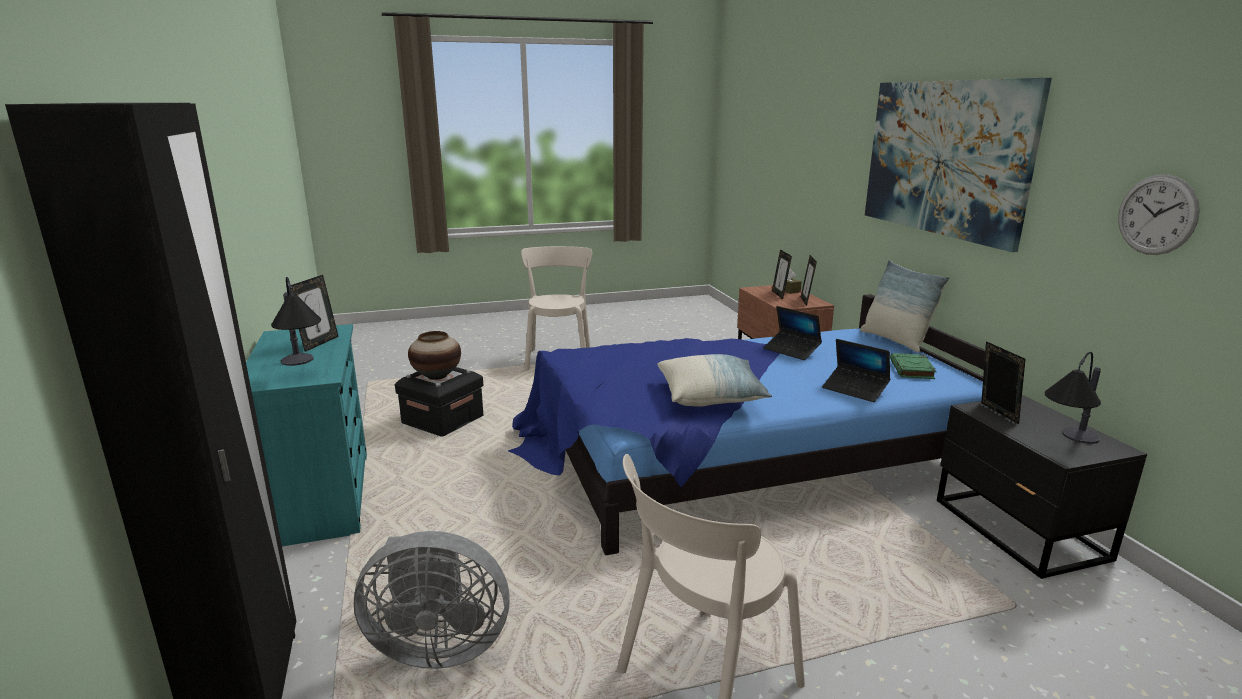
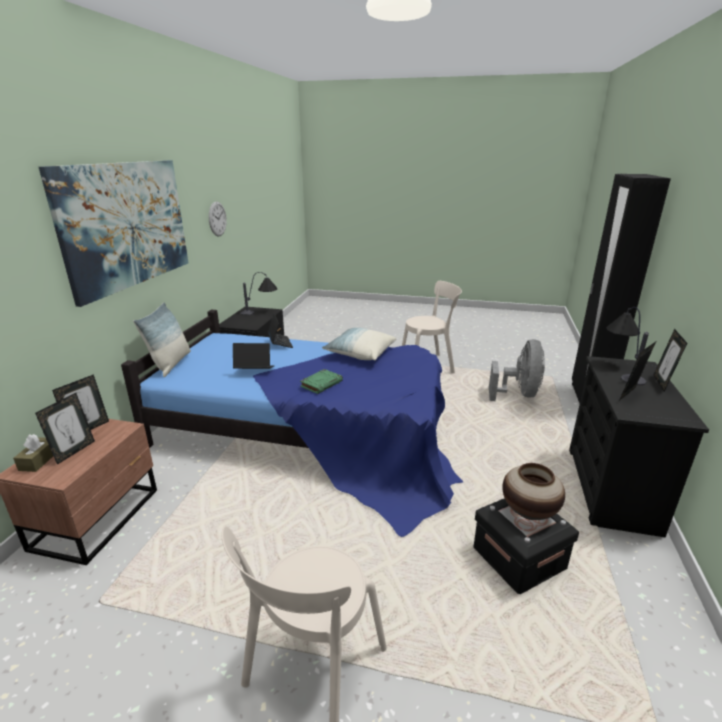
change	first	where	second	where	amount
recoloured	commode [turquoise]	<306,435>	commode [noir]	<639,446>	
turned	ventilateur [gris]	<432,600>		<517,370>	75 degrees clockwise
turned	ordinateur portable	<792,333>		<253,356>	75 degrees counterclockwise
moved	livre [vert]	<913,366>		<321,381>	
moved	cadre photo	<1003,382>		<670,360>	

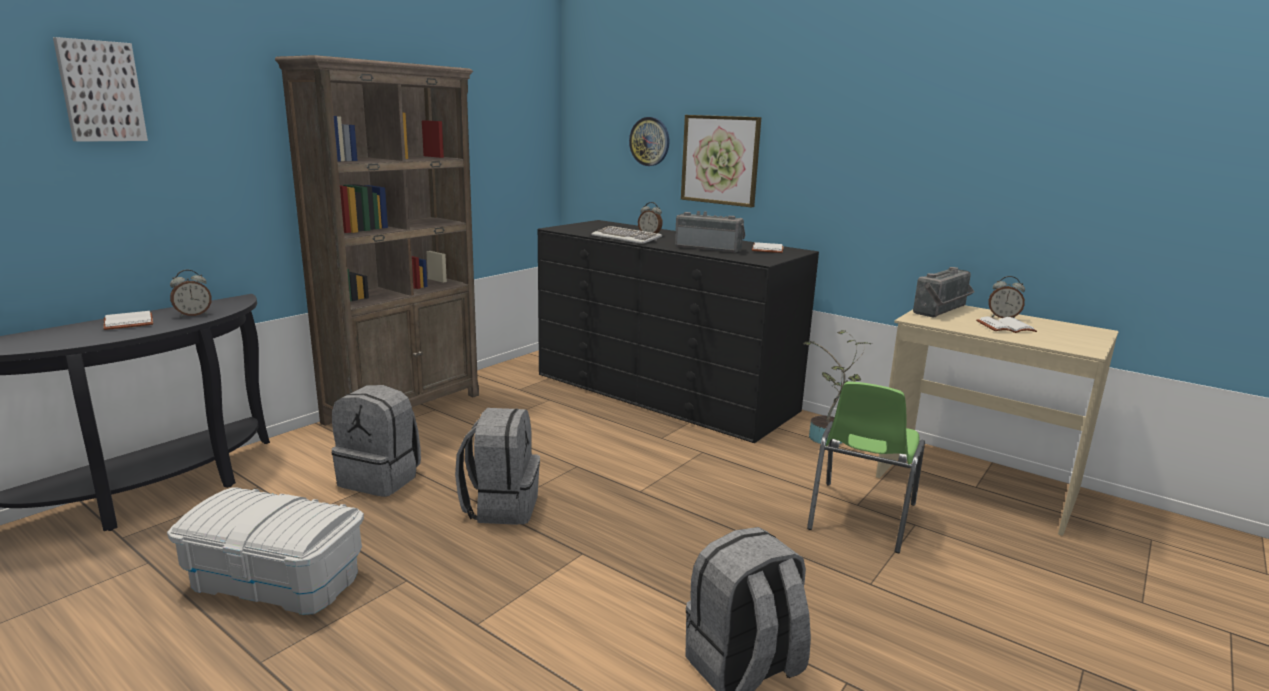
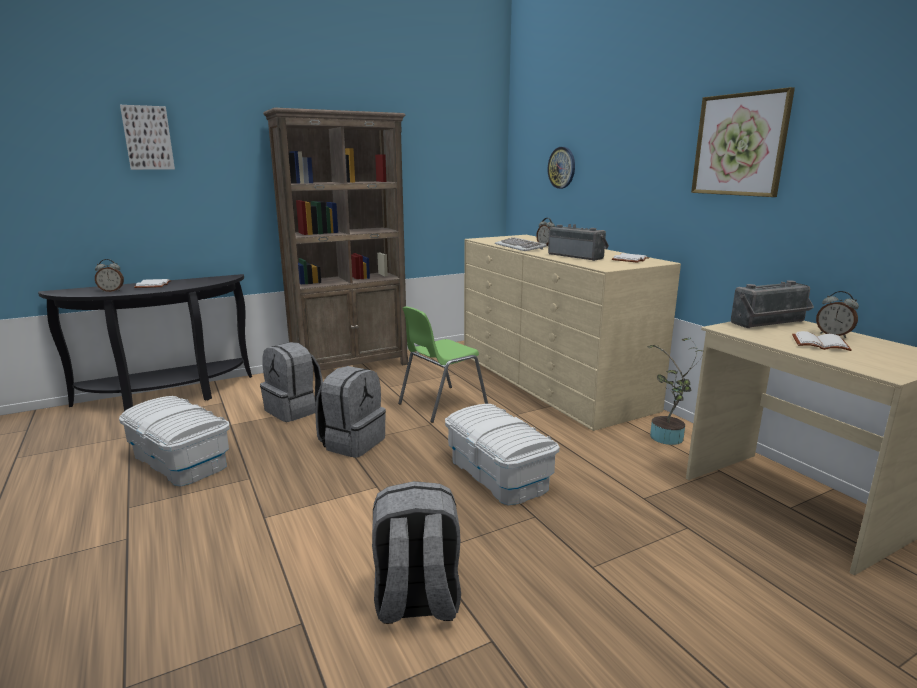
change	first	where	second	where	amount
moved	réveil	<191,293>		<109,275>	
recoloured	commode [noir]	<678,331>	commode [beige]	<572,333>	
moved	tableau	<721,161>		<743,142>	
moved	chaise [vert]	<866,467>		<443,364>	
added			boîte de rangement [blanc]	<502,454>	

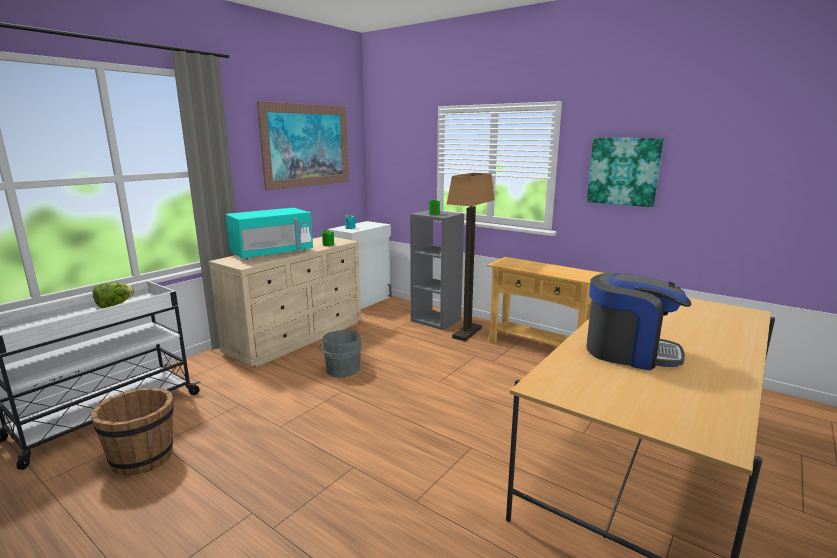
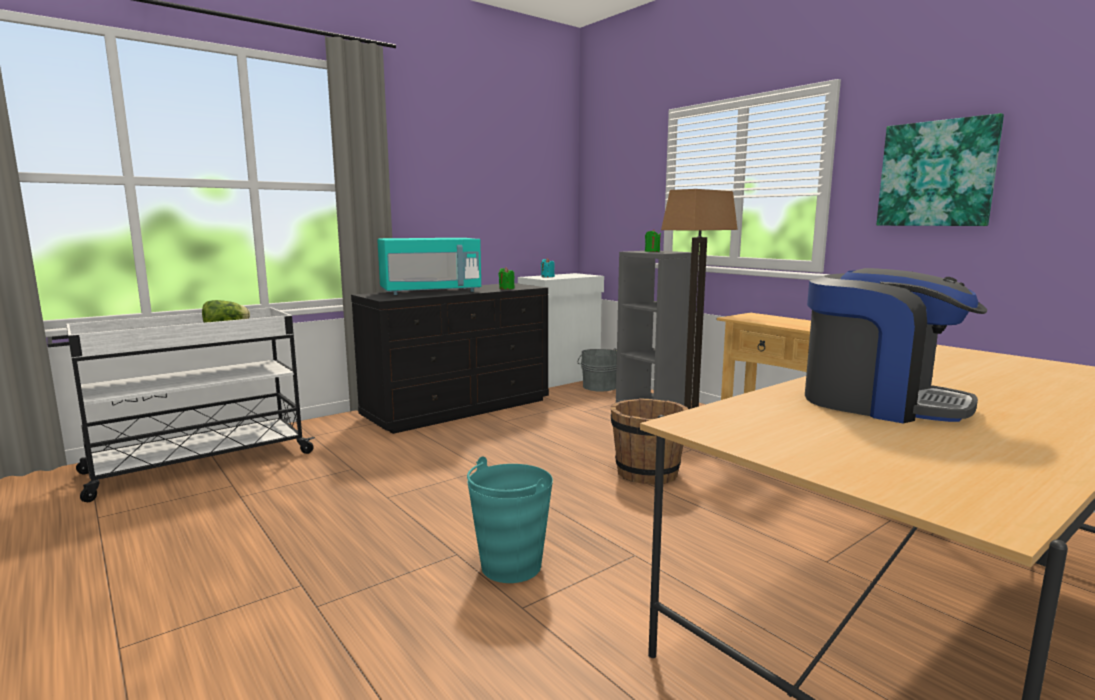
change	first	where	second	where	amount
moved	seau [marron]	<132,432>		<649,441>	
recoloured	commode [beige]	<285,302>	commode [noir]	<450,358>	
removed	tableau	<303,146>			
moved	seau [gris]	<340,354>		<597,369>	
added			seau [turquoise]	<510,519>	

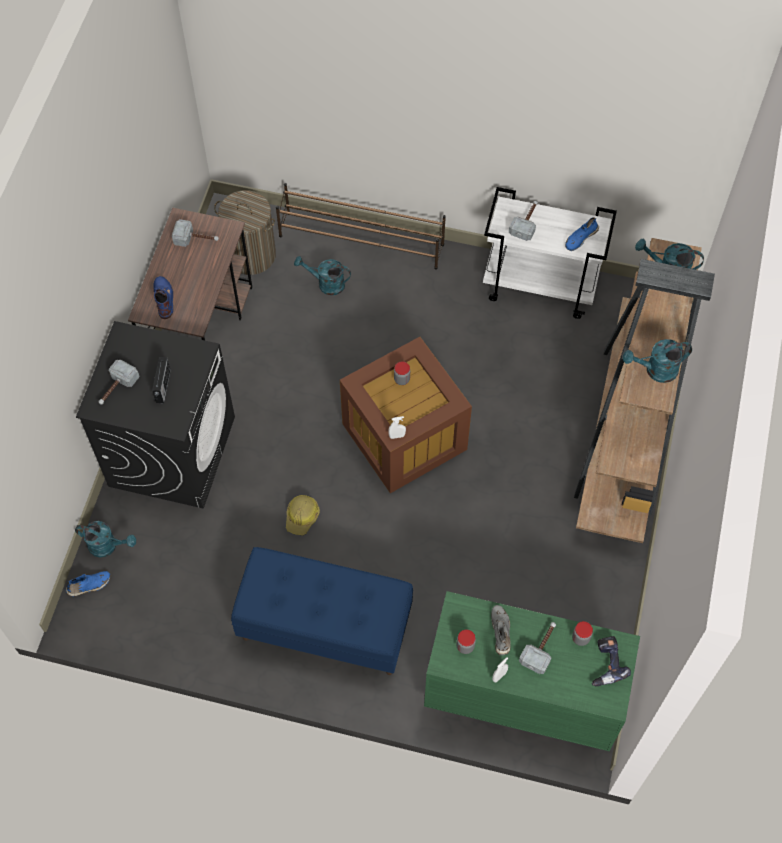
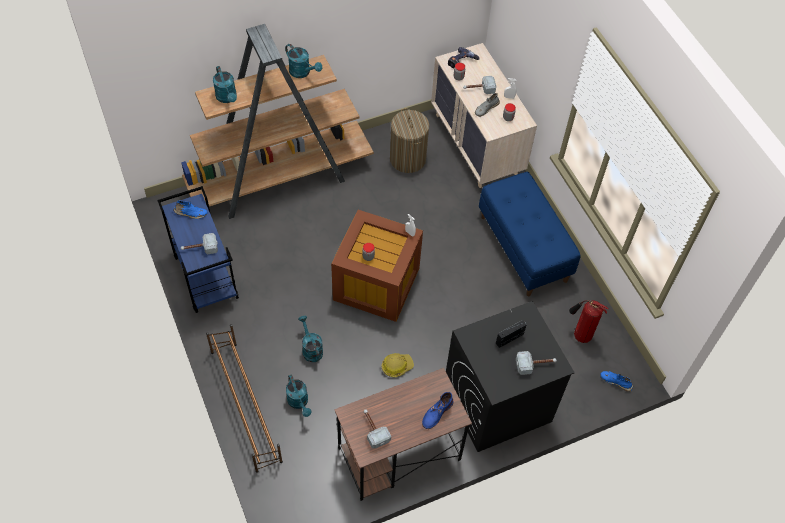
change	first	where	second	where	amount
moved	arrosoir [turquoise]	<105,539>		<310,339>	
moved	panier à linge	<245,232>		<410,140>	
moved	casque de chantier	<303,515>		<397,365>	
recoloured	commode [vert]	<532,671>	commode [beige]	<484,115>	
recoloured	chariot [blanc]	<550,253>	chariot [bleu]	<198,249>	
added			extincteur	<588,321>	

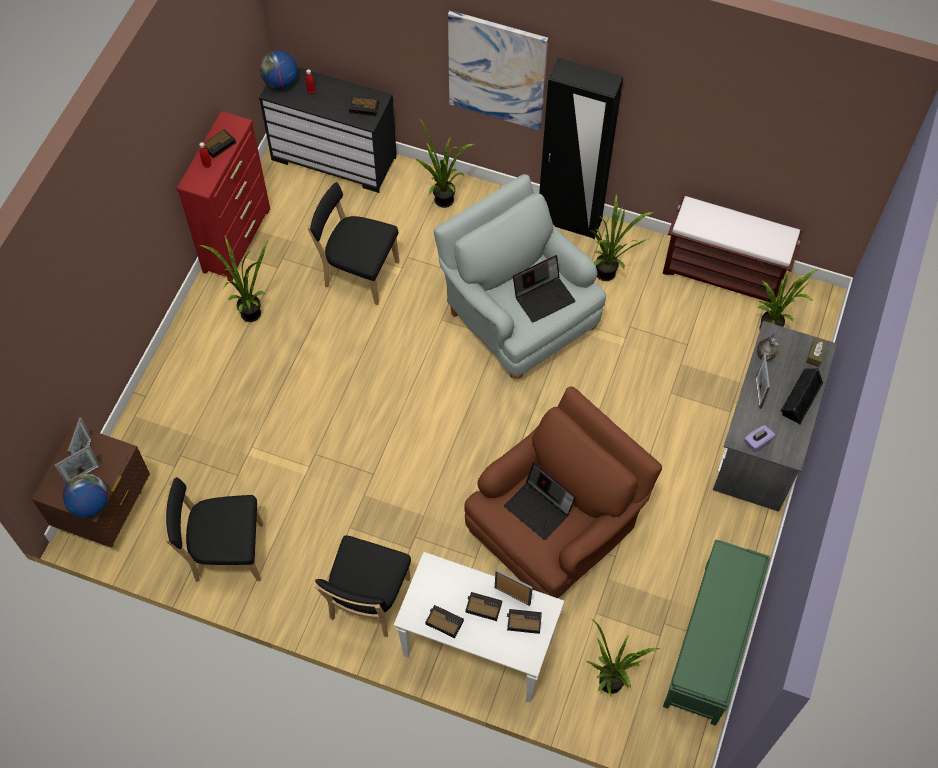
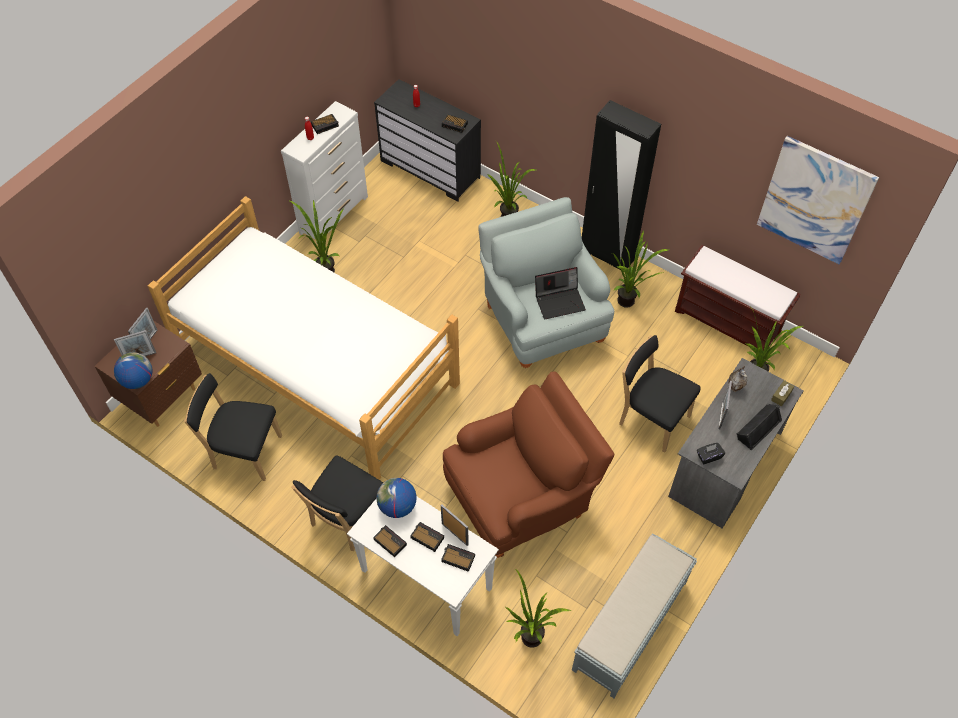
change	first	where	second	where	amount
recoloured	commode [rouge]	<223,196>	commode [blanc]	<324,172>	
moved	globe	<279,70>		<396,498>	
moved	chaise [noir]	<353,243>		<659,394>	
moved	tableau	<498,70>		<818,200>	
removed	ordinateur portable	<540,501>			
recoloured	banc [vert]	<716,632>	banc [gris]	<634,616>	
recoloured	boîte à mouchoirs [violet]	<760,438>	boîte à mouchoirs [noir]	<711,453>	
added			lit	<304,338>	

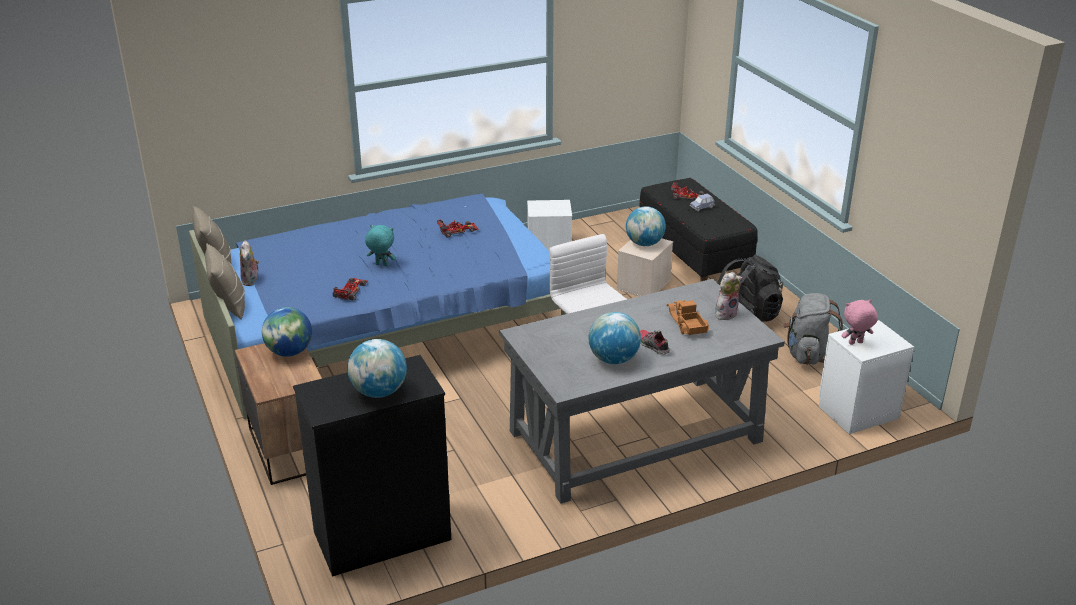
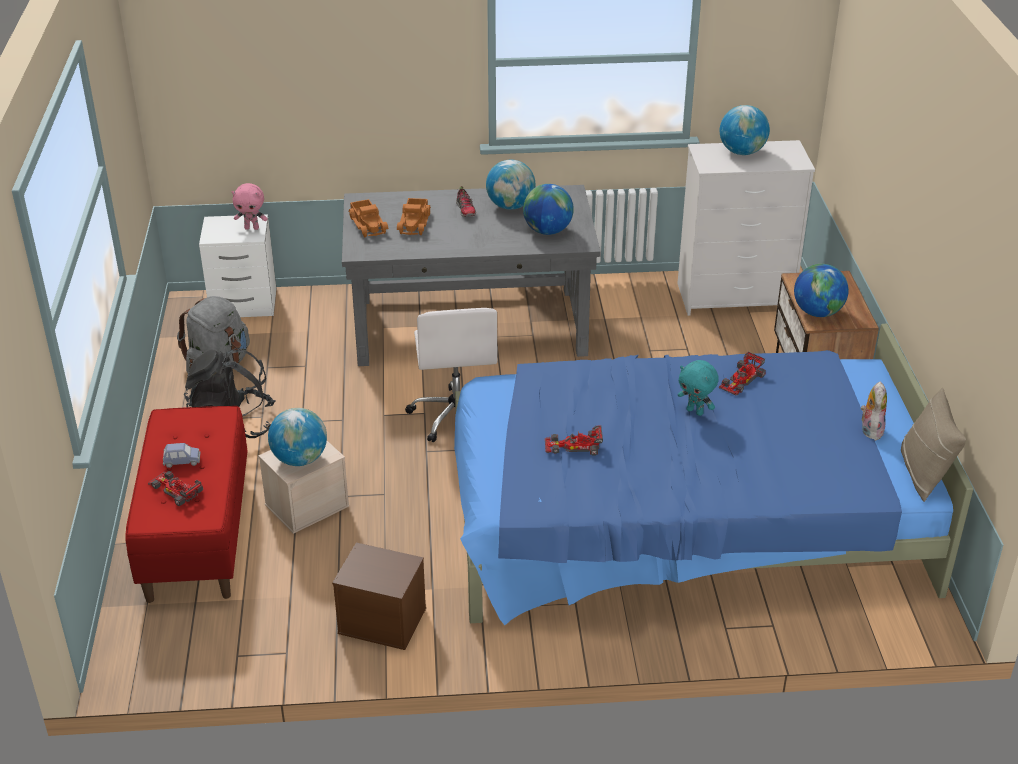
change	first	where	second	where	amount
removed	coussin [beige]	<225,281>			
recoloured	commode [noir]	<372,466>	commode [blanc]	<746,228>	
recoloured	boîte de rangement [blanc]	<549,226>	boîte de rangement [marron]	<379,596>	
recoloured	banc [noir]	<698,230>	banc [rouge]	<186,504>	
replaced	peluche	<728,296>	camion jouet	<368,218>	
added			globe	<548,209>	

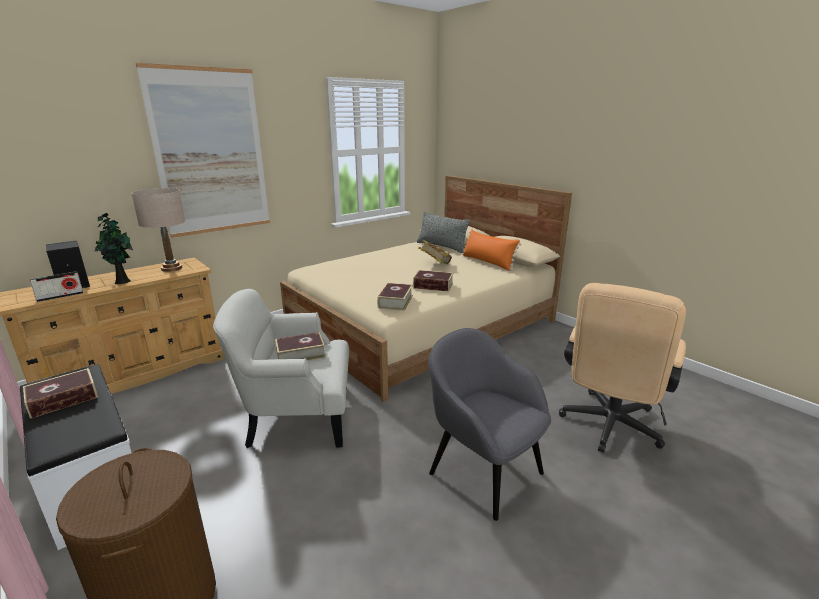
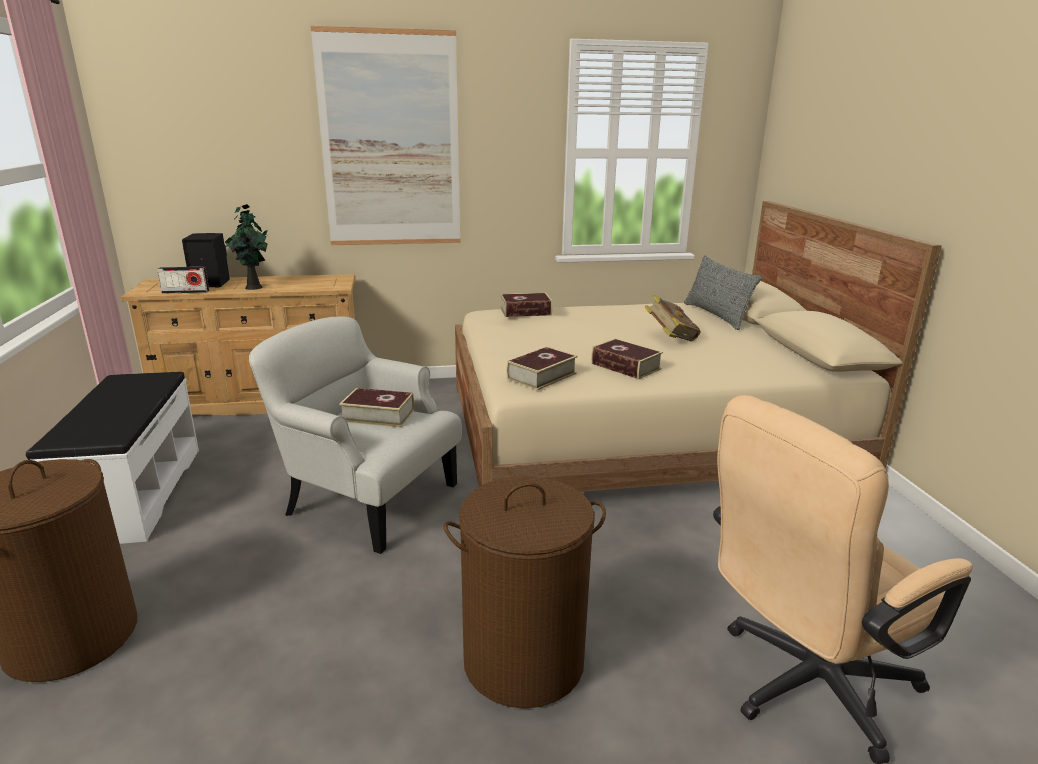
change	first	where	second	where	amount
moved	livre	<60,393>		<526,305>	
removed	lampe de table [beige]	<158,230>			
replaced	fauteuil [gris]	<489,424>	panier à linge [marron]	<525,592>	
removed	coussin [orange]	<491,250>			

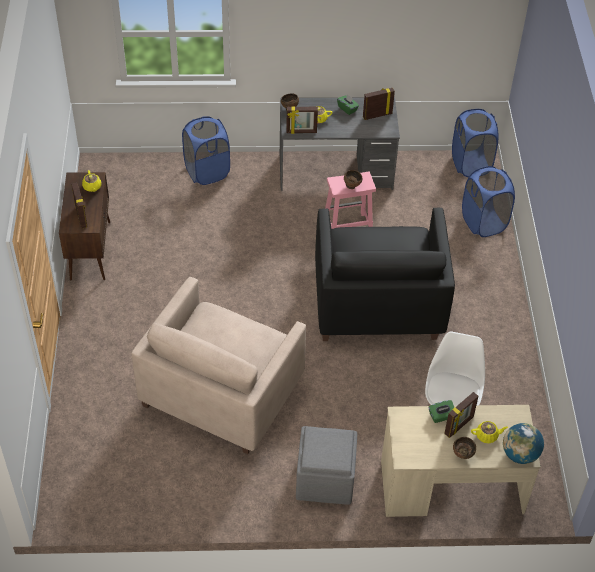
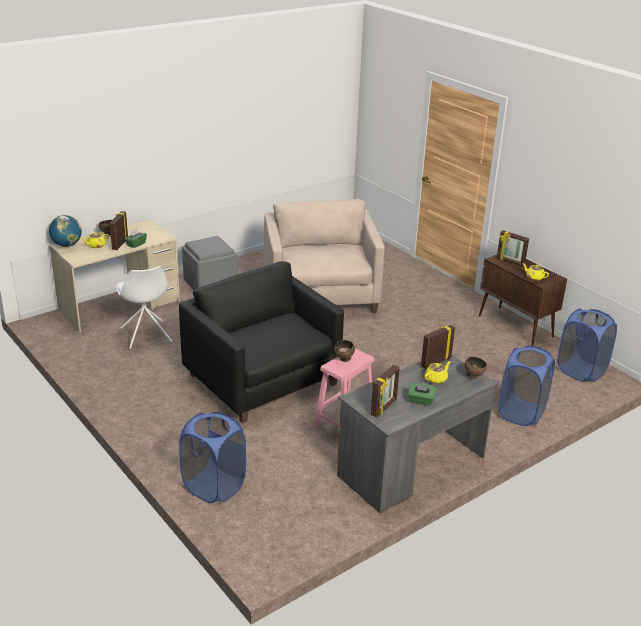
change	first	where	second	where	amount
moved	panier à linge [bleu]	<475,143>		<587,345>	

